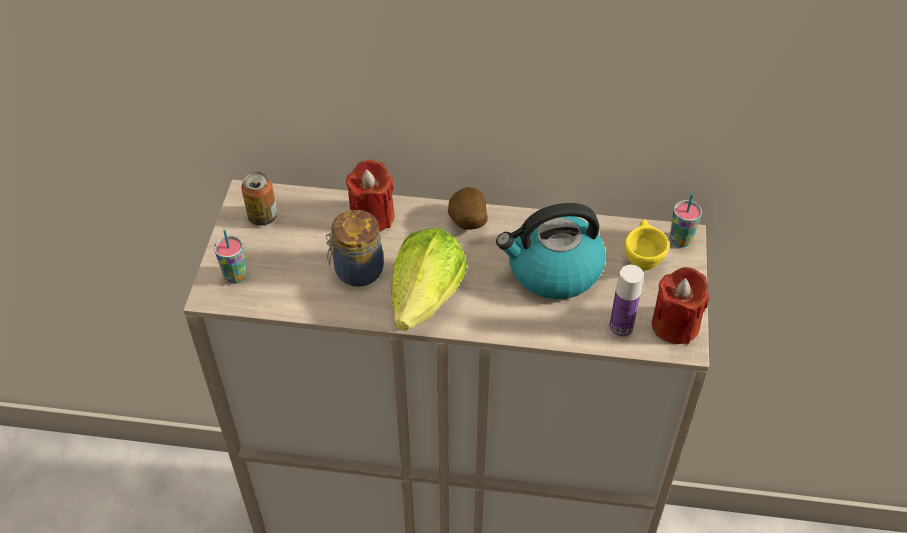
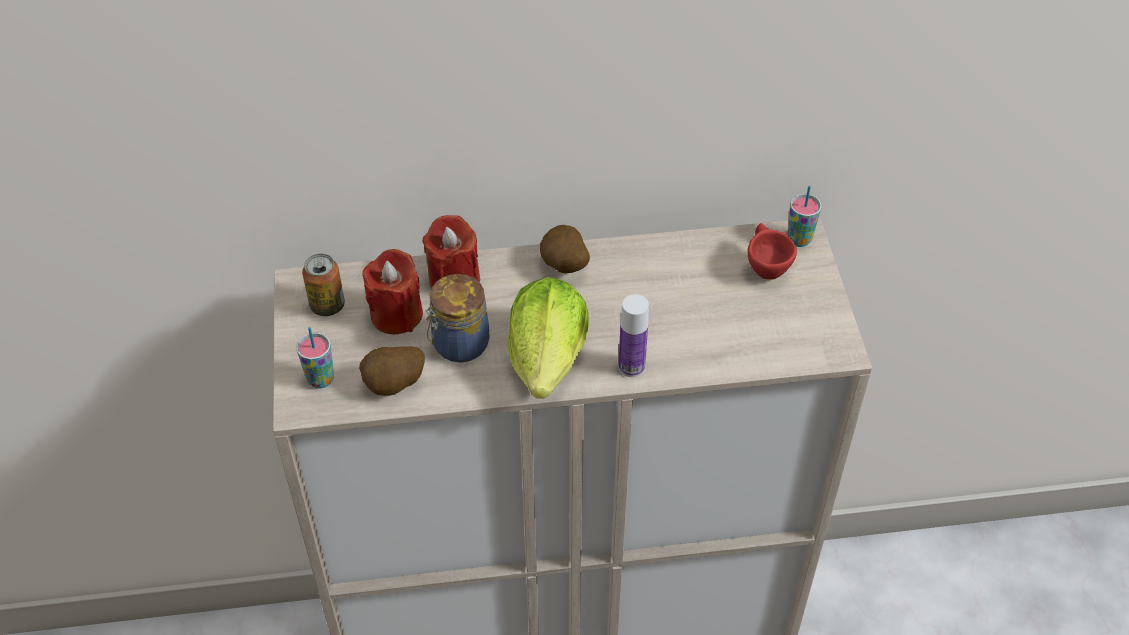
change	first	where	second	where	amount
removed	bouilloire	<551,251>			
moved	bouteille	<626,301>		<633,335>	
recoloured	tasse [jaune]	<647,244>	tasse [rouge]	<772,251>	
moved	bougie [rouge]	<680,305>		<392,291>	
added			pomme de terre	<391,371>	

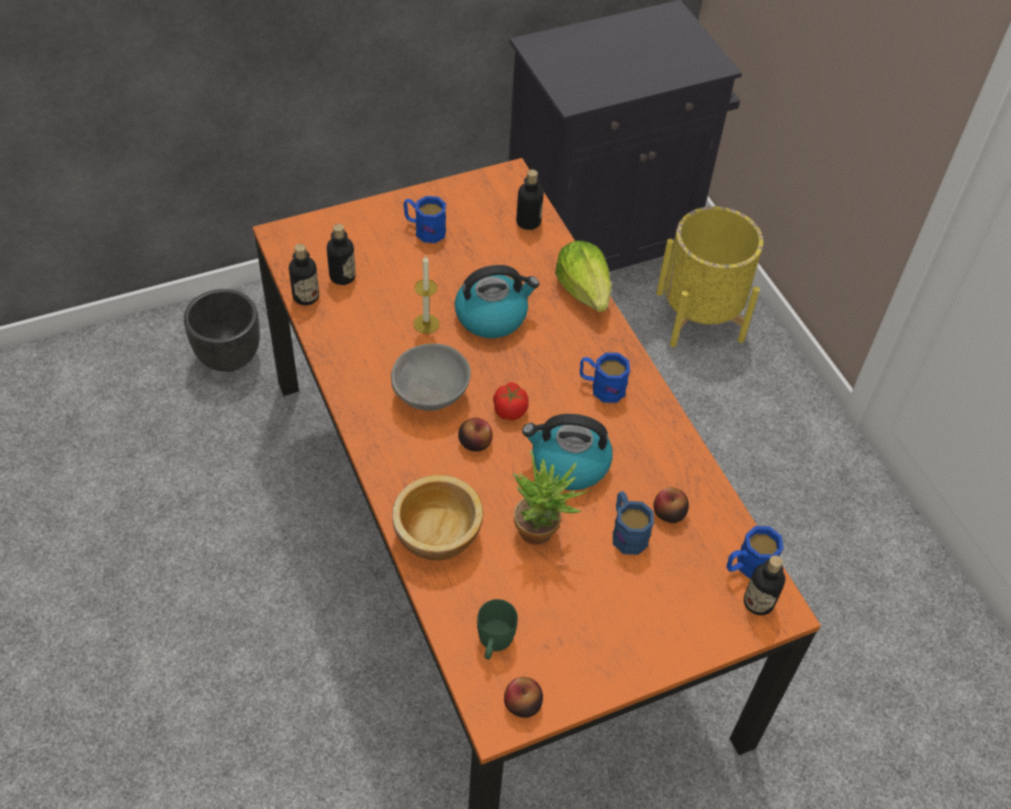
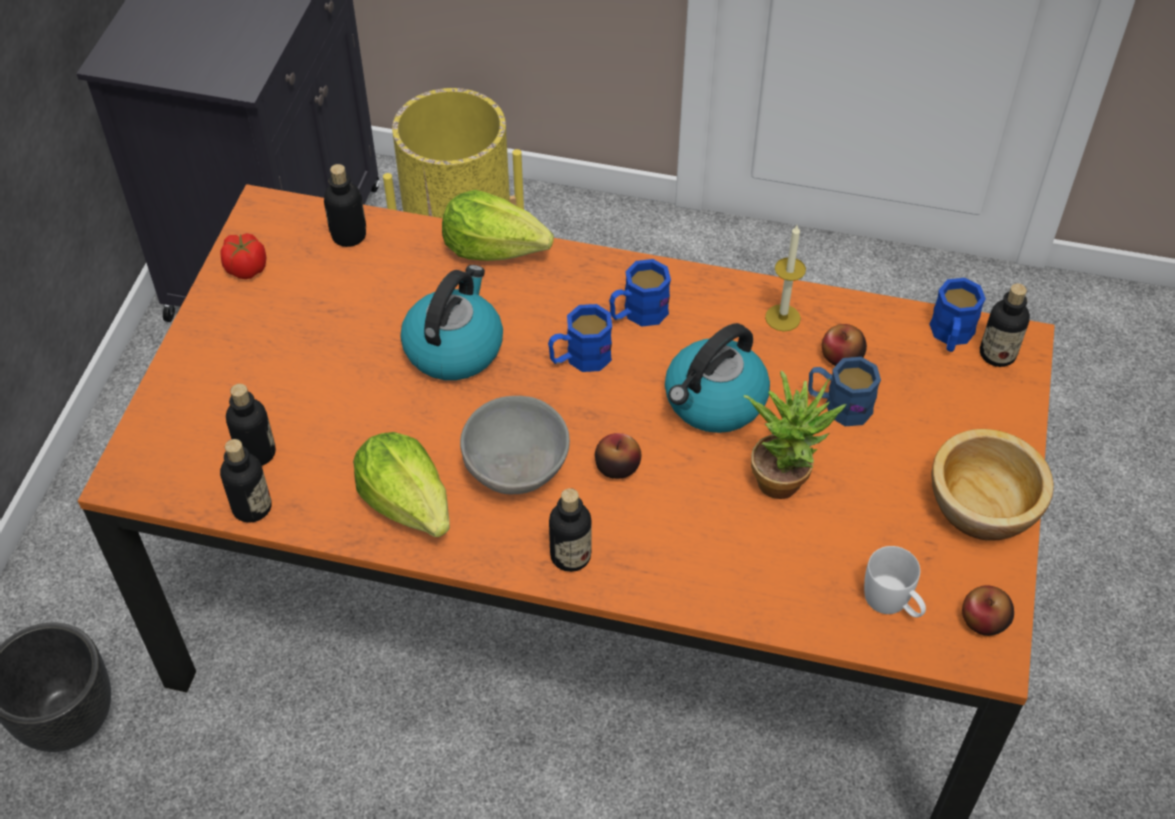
change	first	where	second	where	amount
moved	bol	<437,517>		<992,484>	
moved	mug [bleu]	<425,219>		<580,338>	
moved	bougie	<426,294>		<785,278>	
recoloured	mug [vert]	<497,629>	mug [blanc]	<895,582>	
moved	tomate	<511,401>		<243,256>	
added			laitue	<401,484>	
added			bouteille	<570,530>	

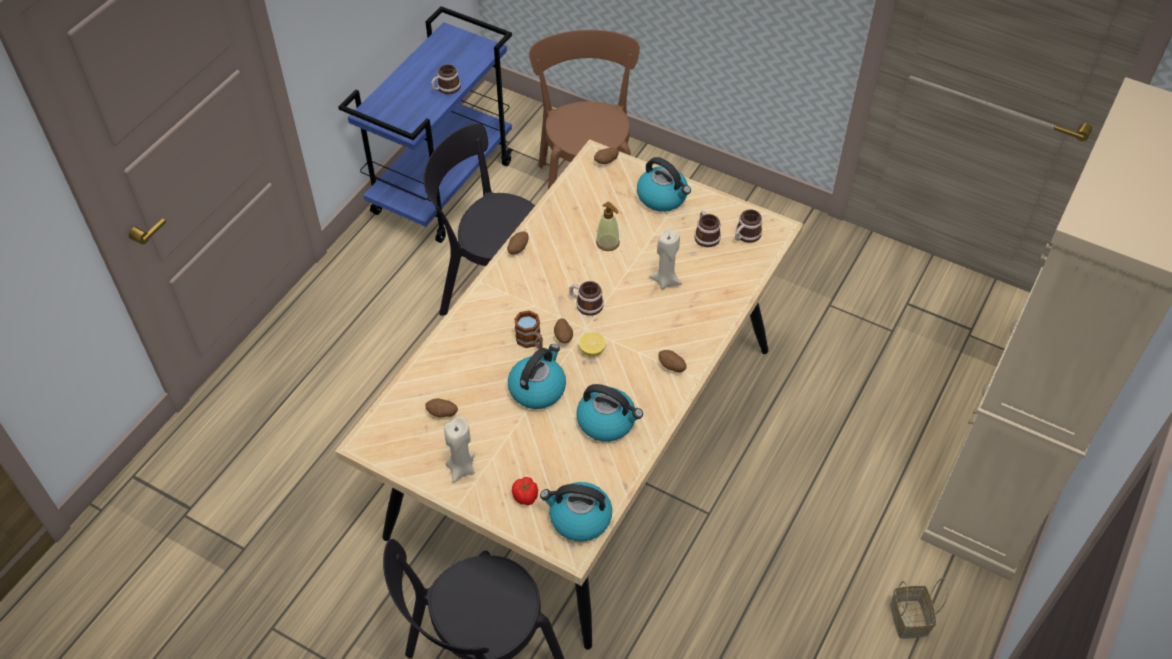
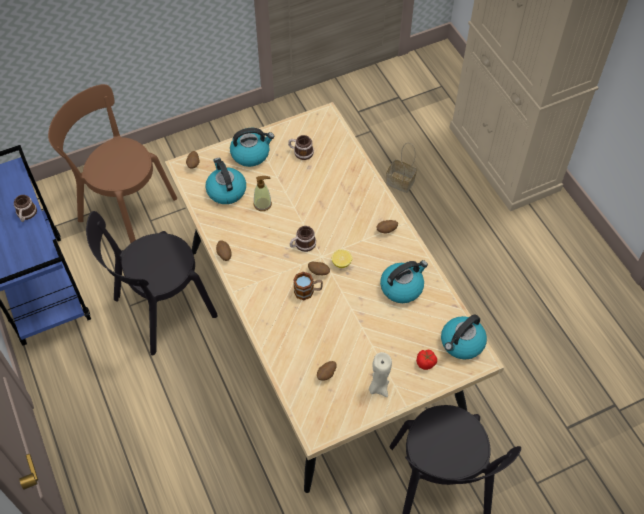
change	first	where	second	where	amount
moved	bouilloire	<537,376>		<225,181>	
removed	bougie [beige]	<665,259>			
removed	mug	<748,226>			
moved	panier	<919,608>		<401,167>	

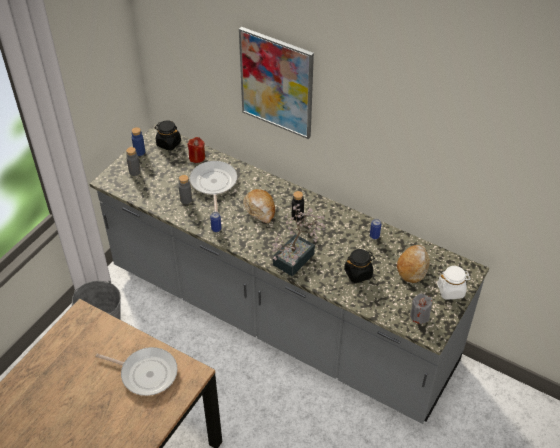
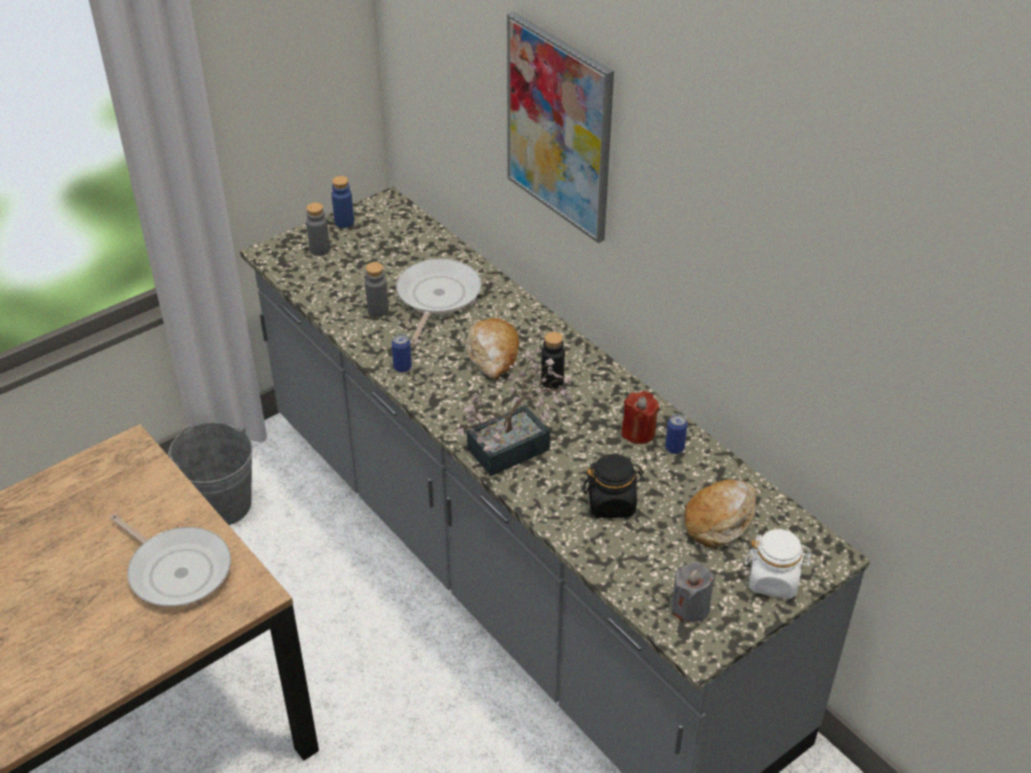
change	first	where	second	where	amount
removed	bocal [noir]	<168,135>			
moved	bougie [rouge]	<196,150>		<640,417>	

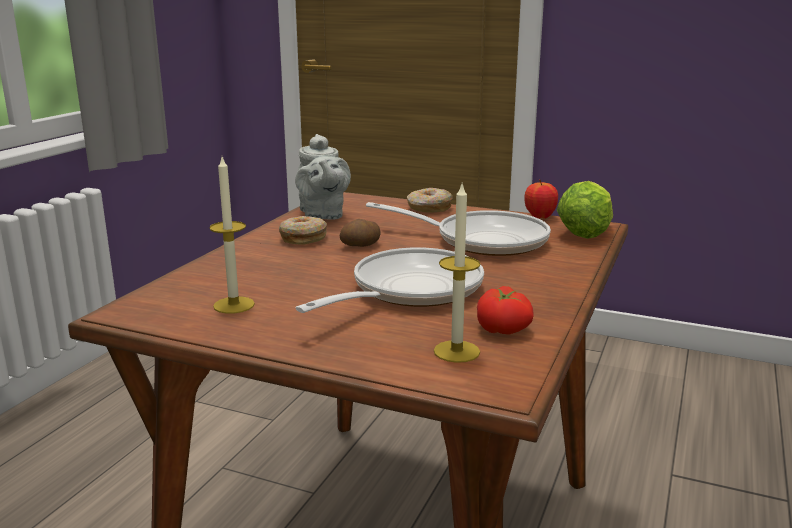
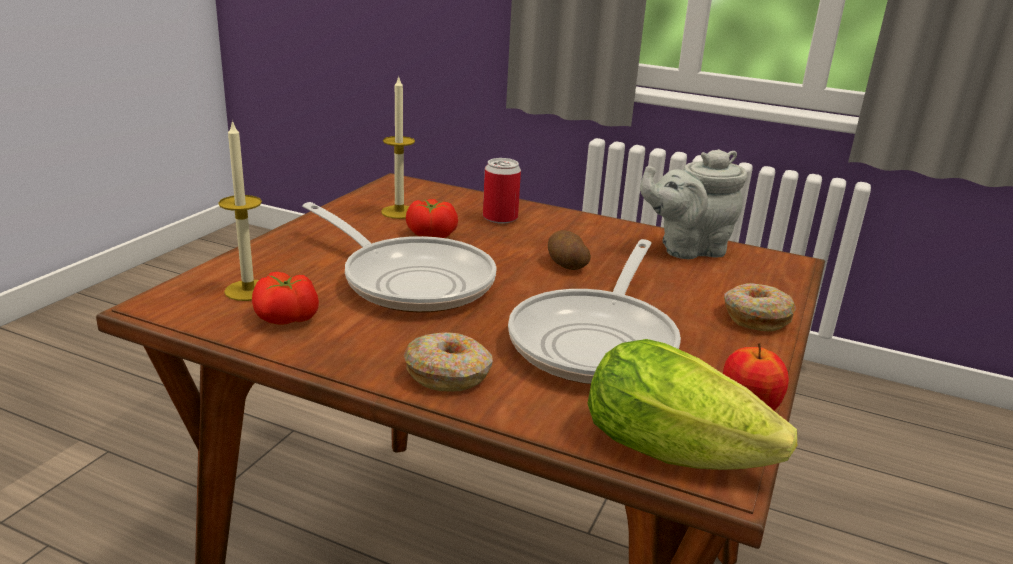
change	first	where	second	where	amount
moved	beignet	<303,230>		<448,362>	
added			tomate	<432,218>	
added			boîte métallique	<502,191>	

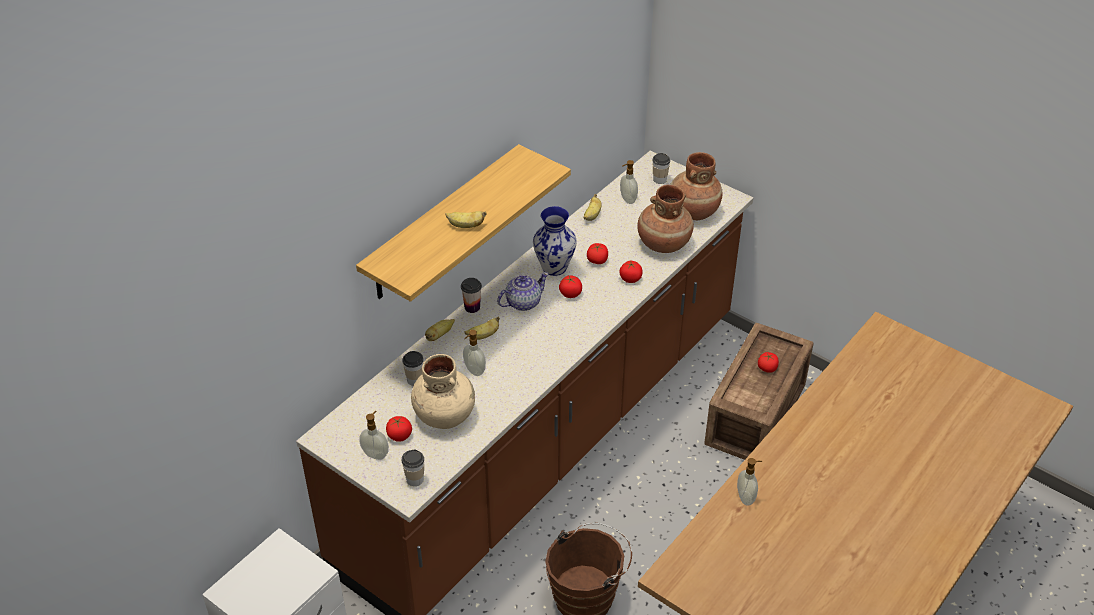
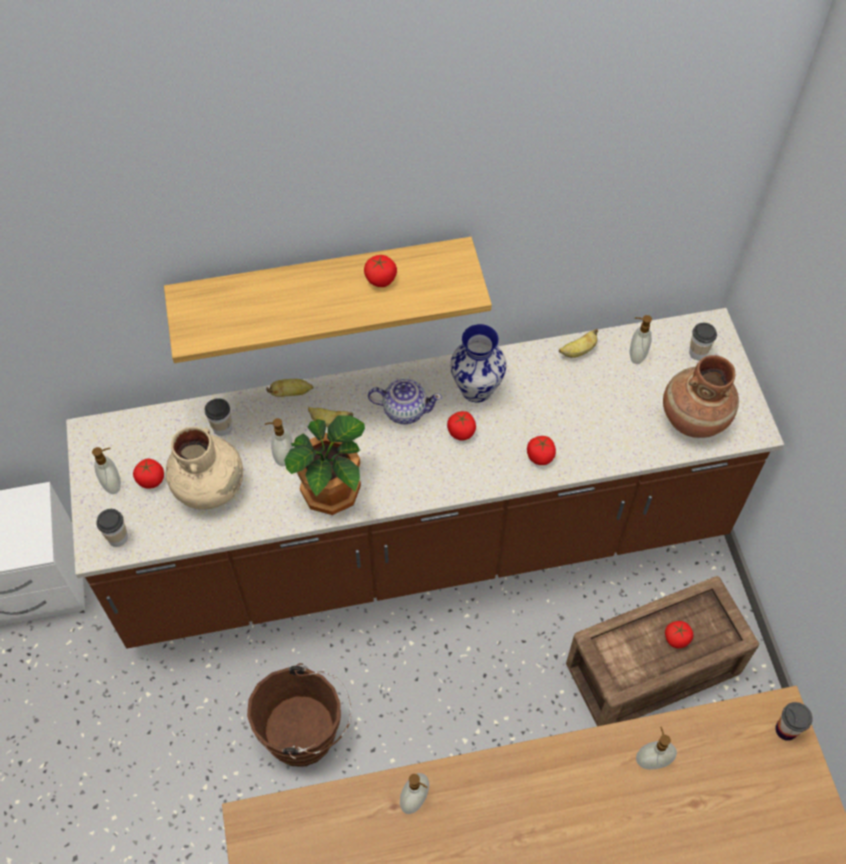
change	first	where	second	where	amount
removed	banane	<466,219>			
moved	tasse	<471,295>		<794,721>	
moved	tomate	<597,253>		<380,271>	
removed	vase [marron]	<665,219>			
added			plante en pot	<324,465>	
added			distributeur de savon	<656,748>	

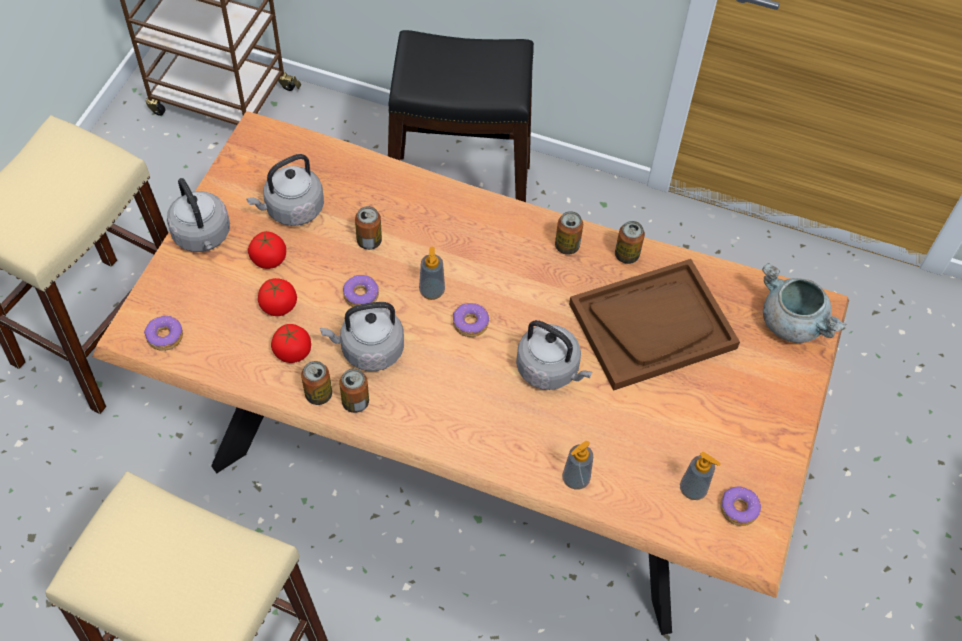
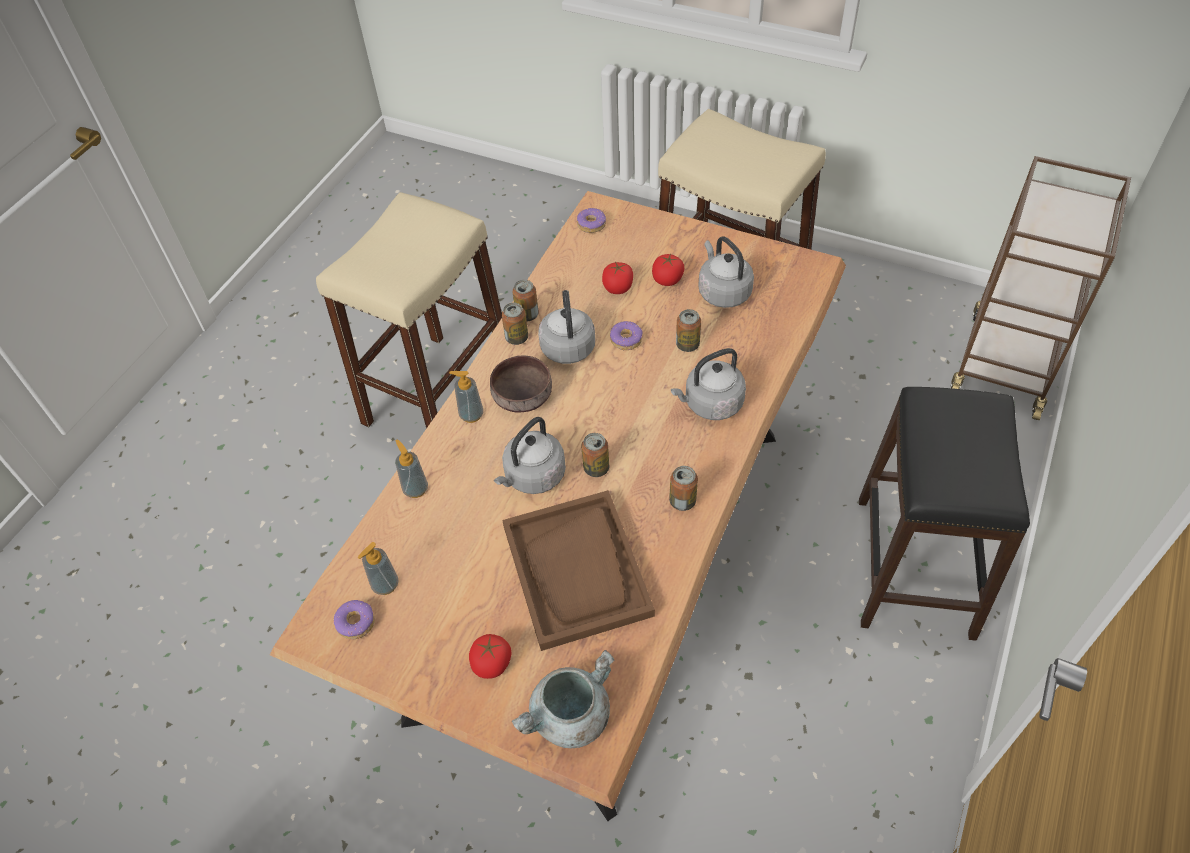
change	first	where	second	where	amount
moved	bouilloire [gris]	<198,215>		<708,384>	
moved	tomate	<291,343>		<490,656>	
moved	distributeur de savon	<432,273>		<466,397>	
removed	beignet	<471,320>			
moved	boîte métallique	<630,242>		<595,455>	
added			bol [marron]	<521,384>	

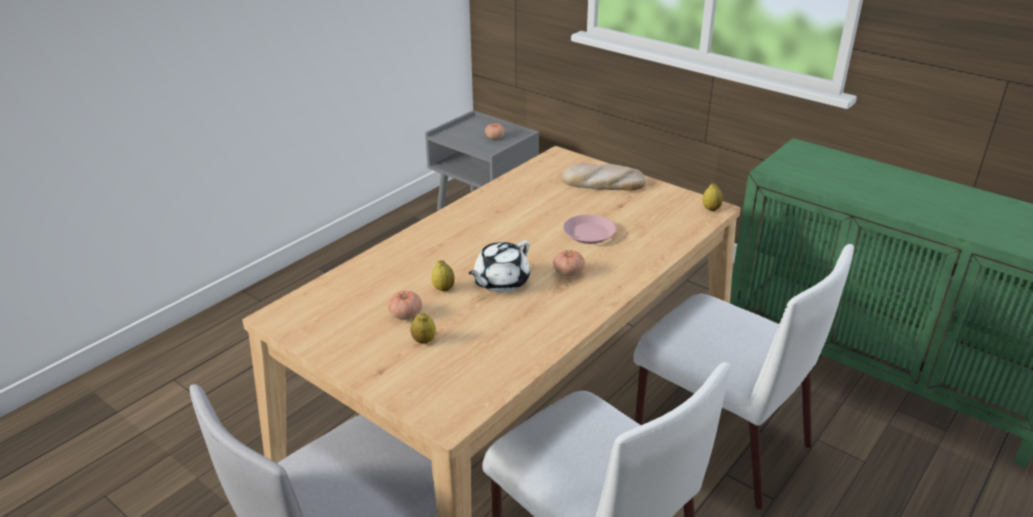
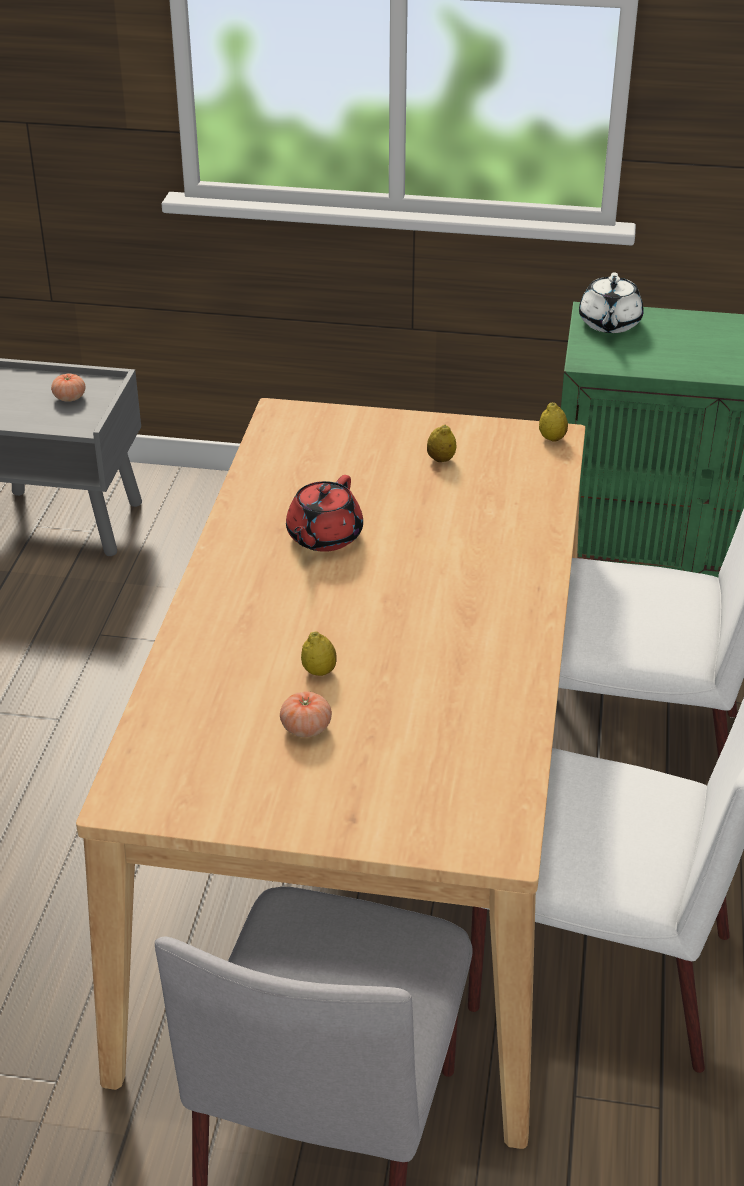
change	first	where	second	where	amount
moved	citron	<423,328>		<441,443>	
moved	théière [blanc]	<499,267>		<611,303>	
removed	tomate	<569,263>			
removed	pain	<603,177>			
removed	assiette [rose]	<589,229>			
added			théière [rouge]	<324,513>	

